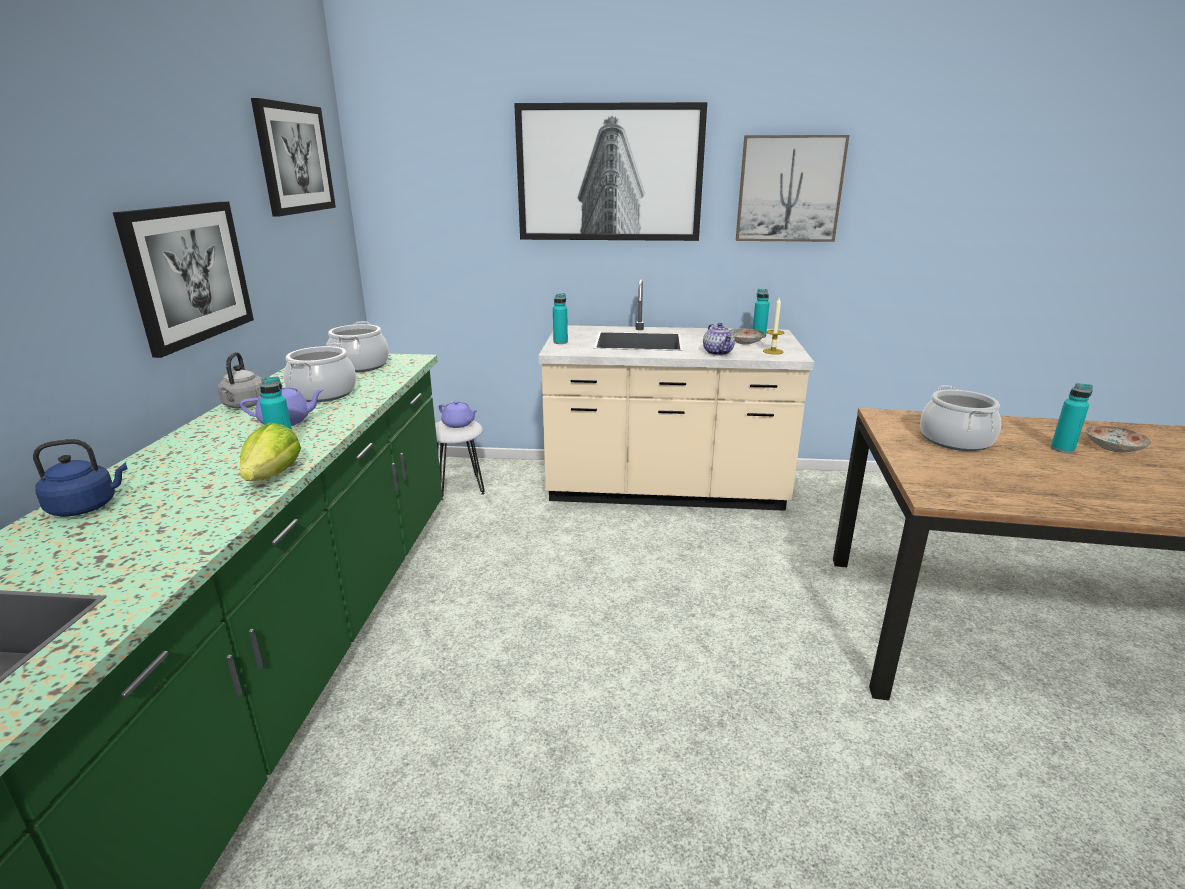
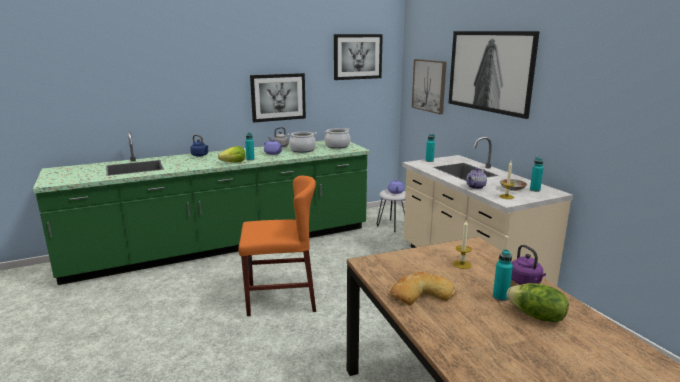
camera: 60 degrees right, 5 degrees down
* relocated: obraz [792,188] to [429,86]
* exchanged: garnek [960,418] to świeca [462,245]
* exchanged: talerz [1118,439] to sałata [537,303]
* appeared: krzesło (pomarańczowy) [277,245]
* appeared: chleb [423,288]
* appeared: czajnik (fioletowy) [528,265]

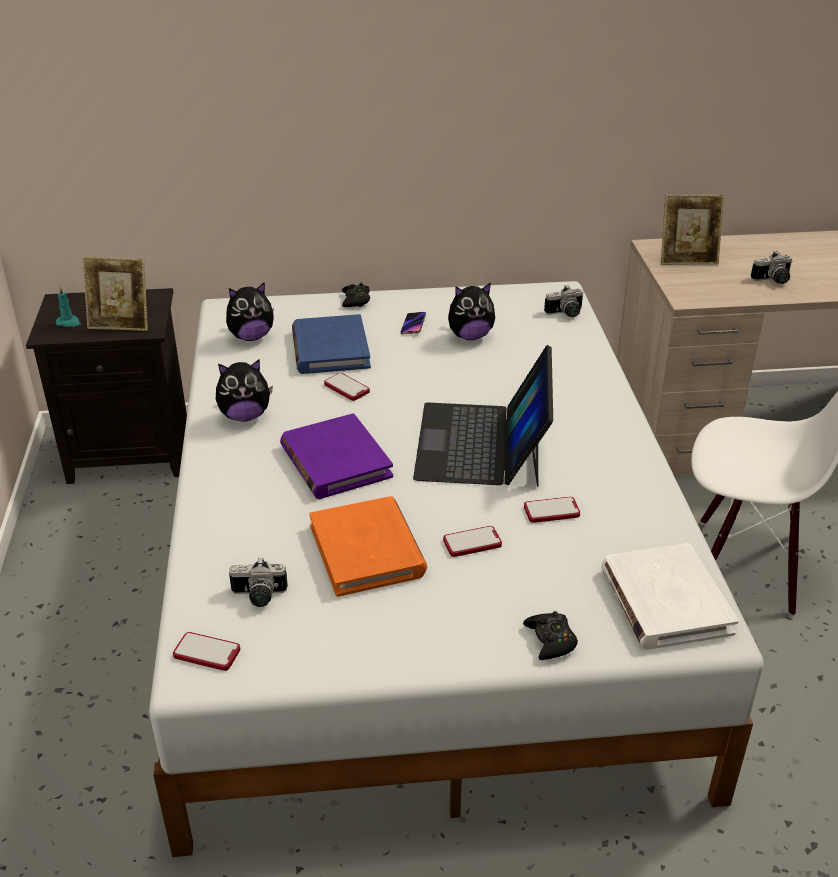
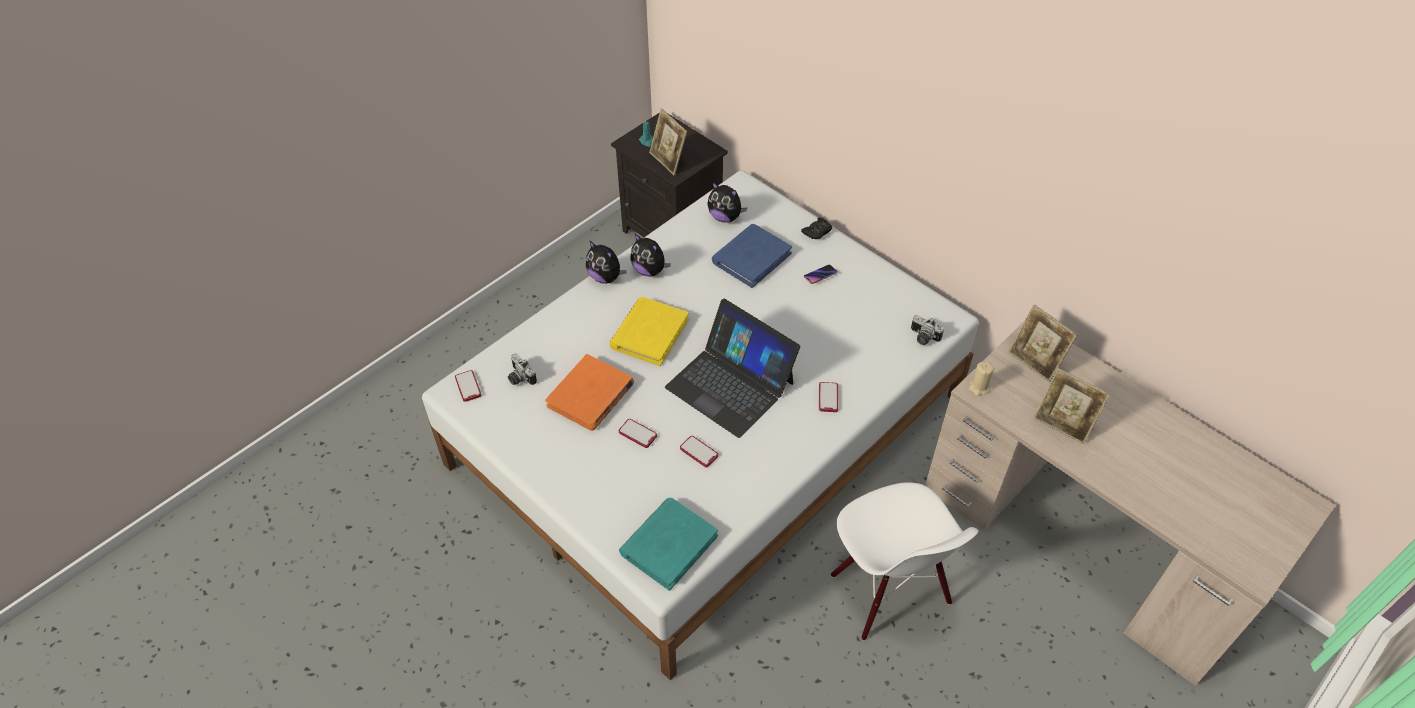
camera: 50 degrees right, 15 degrees up
* colour: książka (fioletowy) [336,456] to książka (żółty) [649,331]
* relocated: telefon [347,387] to [828,397]
* spun: laptop [483,416] = [732,368] 105 degrees counterclockwise
* relocated: pluszak [471,311] to [606,262]
* missing: pad do gier (czarny) [550,635]
* colour: książka (biały) [670,596] to książka (turkusowy) [668,544]
* exchanged: aparat fotograficzny [771,267] to ramka na zdjęcie [1071,406]
* appeared: świeca (beżowy) [981,378]

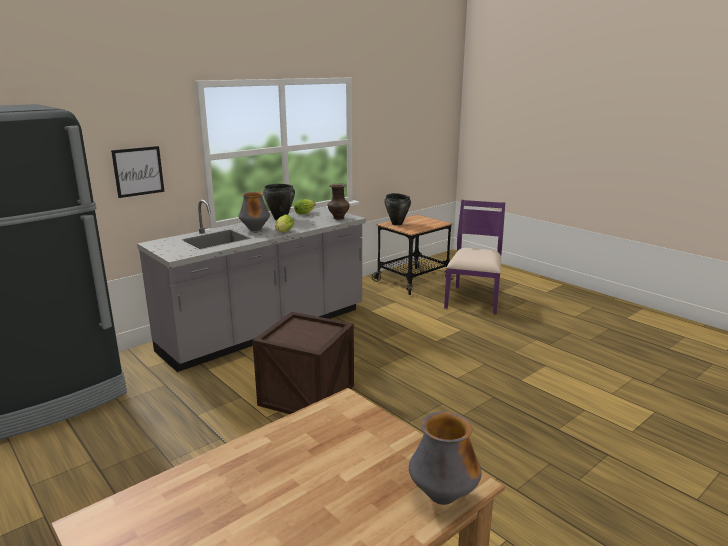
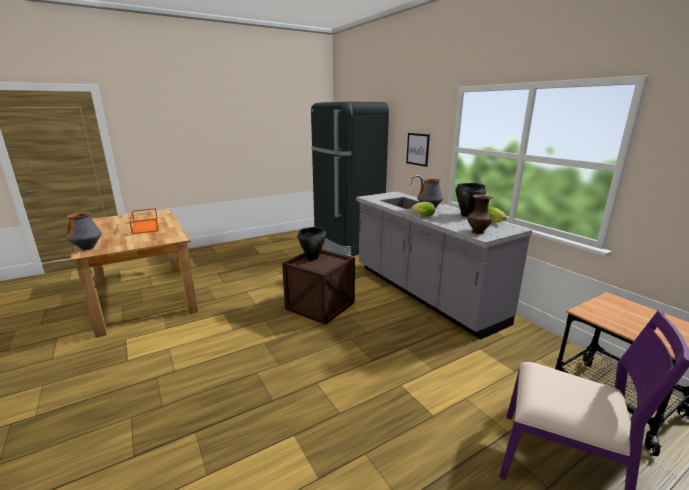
camera: 100 degrees right, 0 degrees up
* relocated: garnek (czarny) [397,209] to [311,243]
* appeared: taca (pomarańczowy) [144,221]

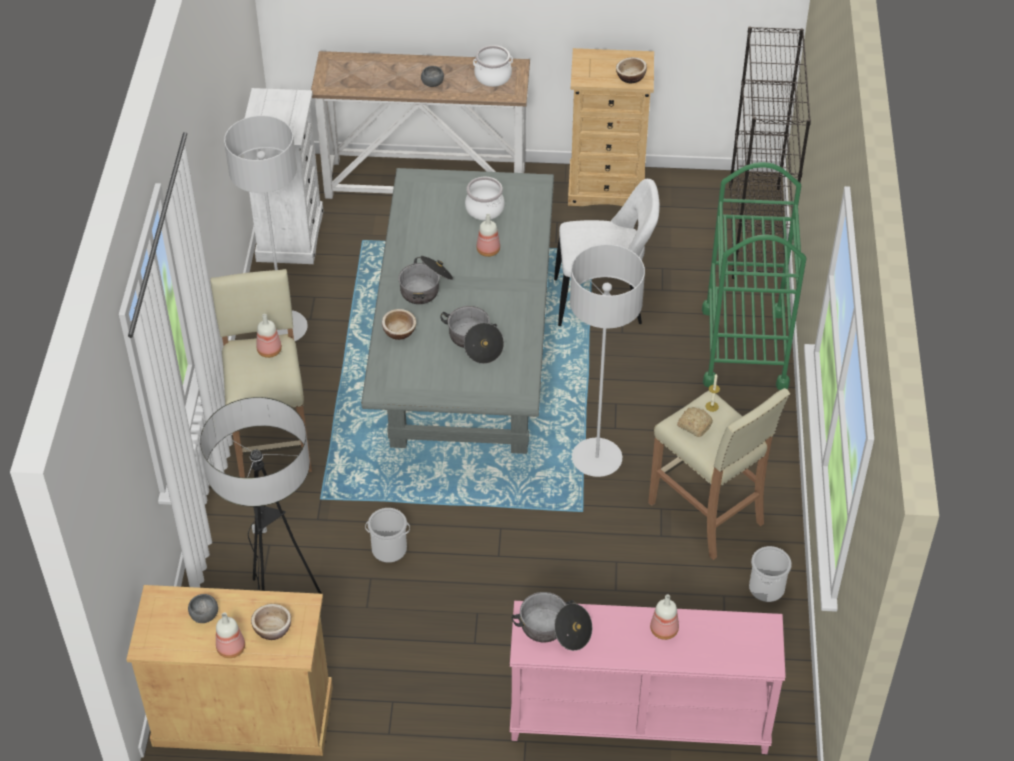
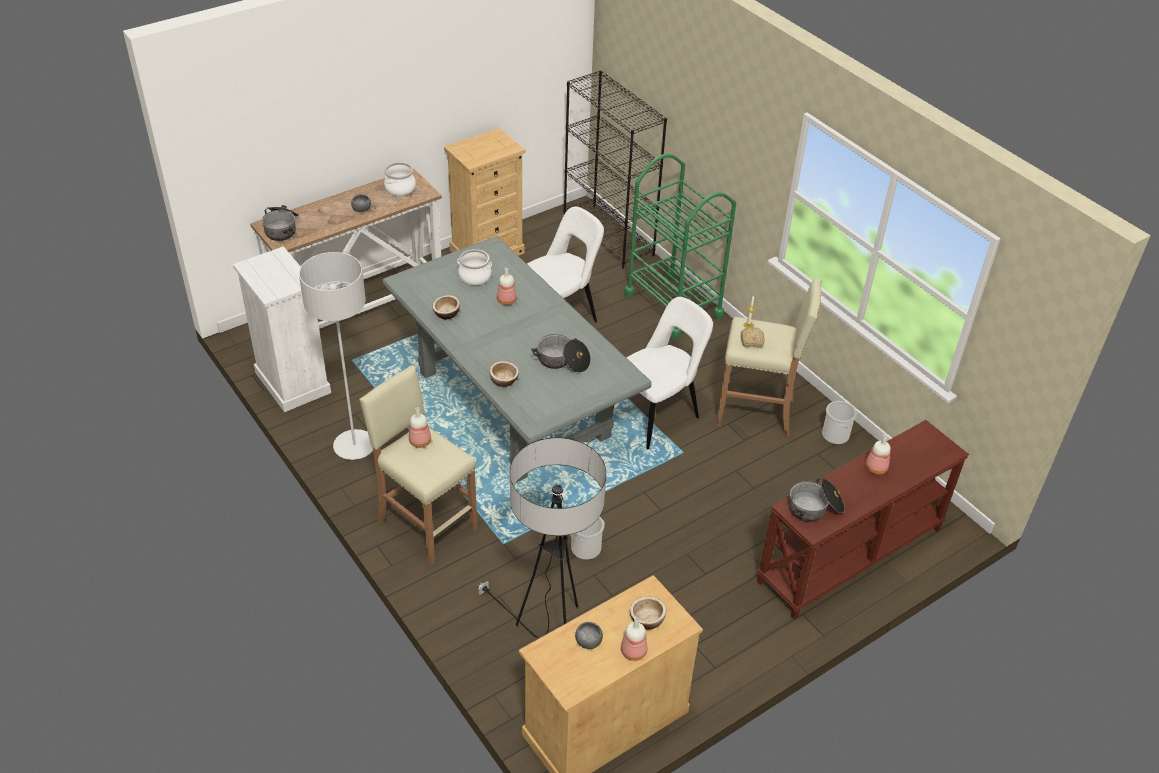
camera: 40 degrees left, 5 degrees down
* relocated: garnek [425,280] to [280,223]
* colour: stolik konsolowy (różowy) [648,677] to stolik konsolowy (brązowy) [863,519]
* exchanged: lampa stojąca (szary) [607,360] to krzesło (biały) [663,373]
* relocated: miska [631,70] to [446,307]

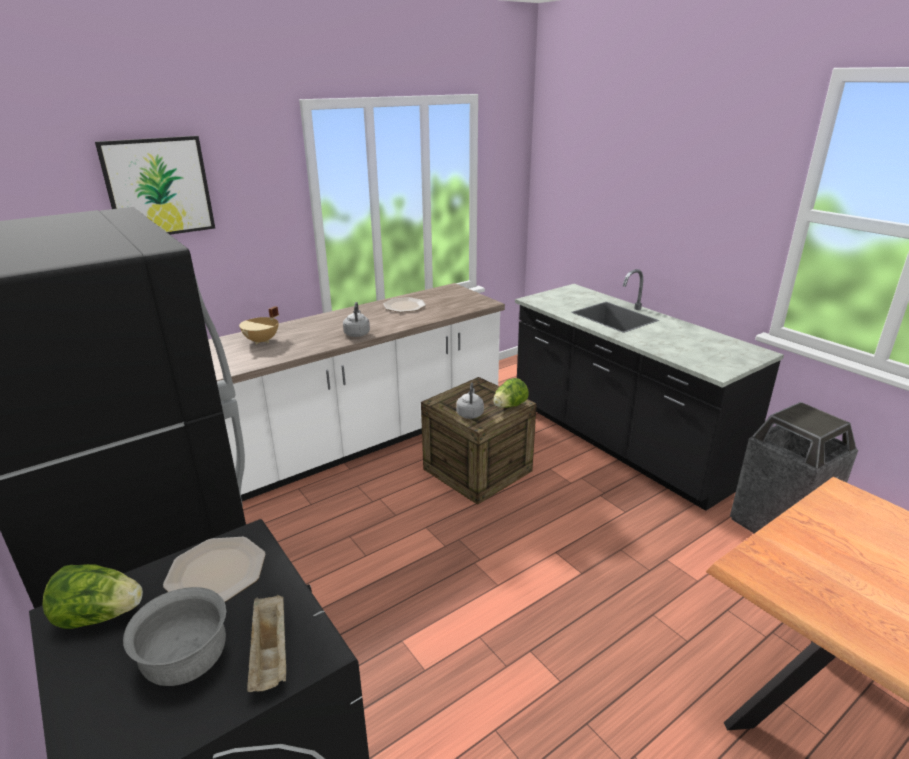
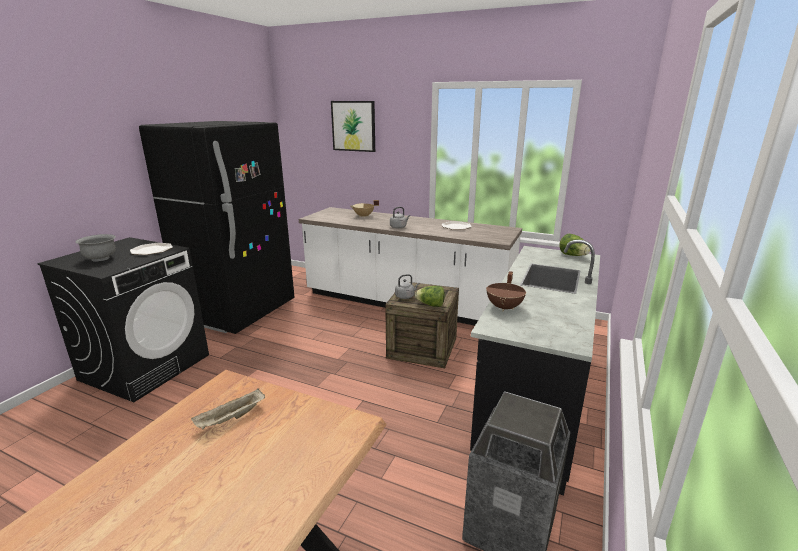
camera: 60 degrees right, 5 degrees down
* relocated: sałata [92,596] to [575,245]
* relocated: taca (beżowy) [266,643] to [228,408]
* appeared: garnek (brązowy) [506,291]

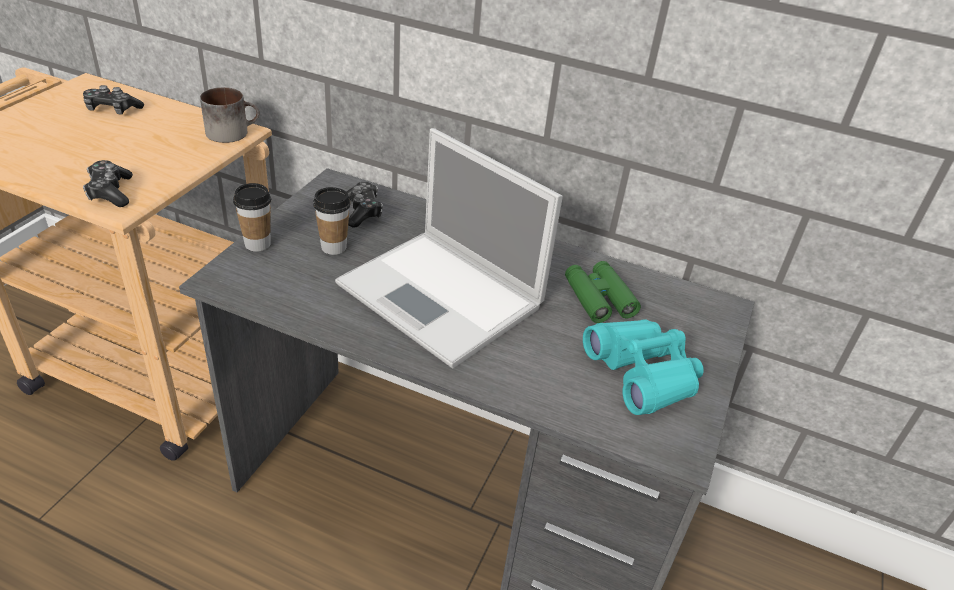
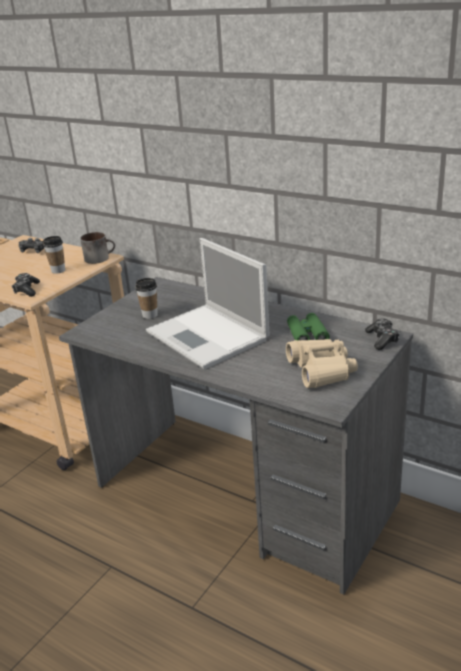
camera: 15 degrees right, 10 degrees down
* relocated: filiżanka [252,217] to [54,255]
* relocated: pad do gier [364,204] to [382,334]
* colour: lornetka (turkusowy) [643,367] to lornetka (beżowy) [322,363]

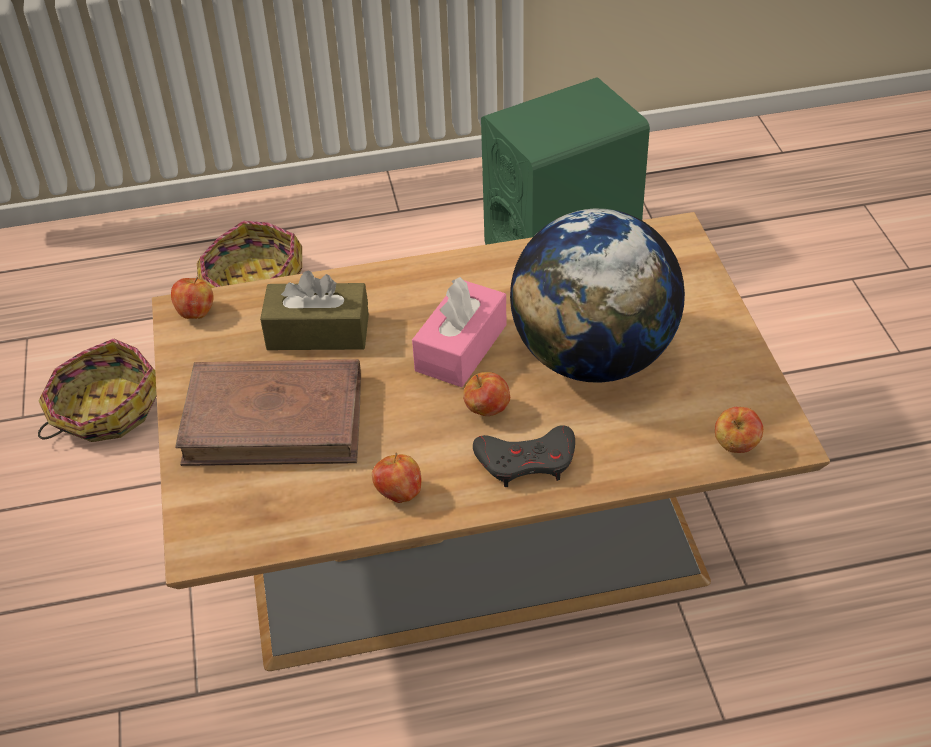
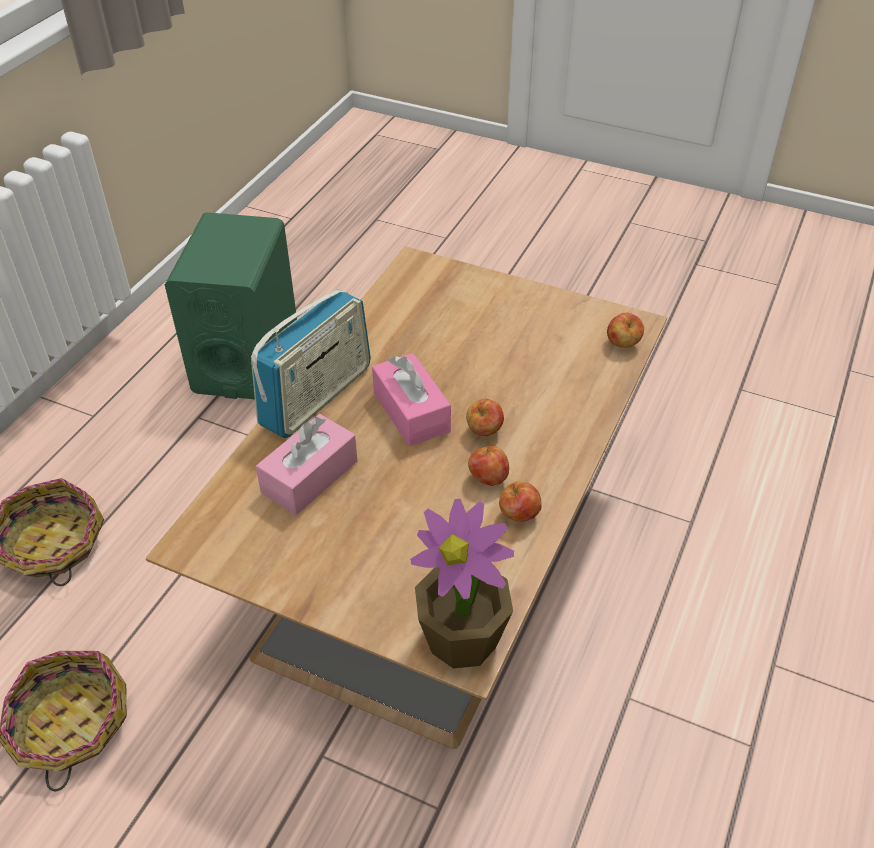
camera: 55 degrees left, 0 degrees up
* relocated: jabłko [192,298] to [488,465]
* missing: książka (brązowy) [268,412]
* colour: pudełko chusteczek (brązowy) [314,310] to pudełko chusteczek (różowy) [307,464]
* missing: pad do gier (szary) [524,456]
* missing: globus [597,296]
* appeared: radio [311,363]
* appeared: roślina doniczkowa [462,583]

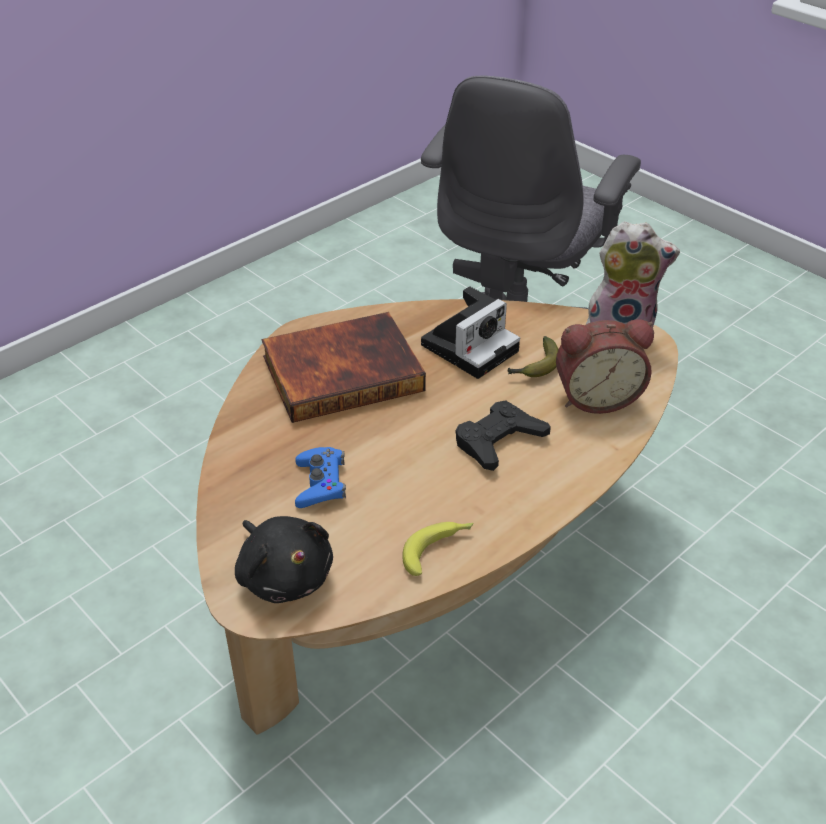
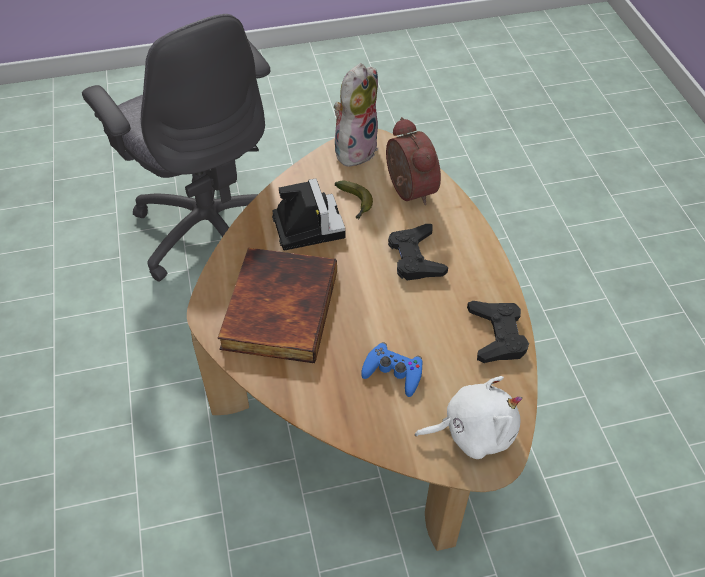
camera: 60 degrees left, 10 degrees up
* colour: pluszak (czarny) [284,559] to pluszak (biały) [468,417]
* exchanged: banan [437,549] to pad do gier (czarny) [498,332]
* spun: budzik [605,367] = [413,161] 45 degrees counterclockwise

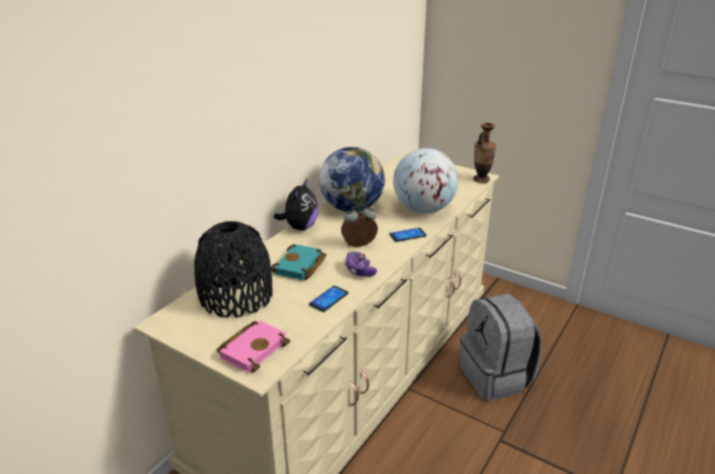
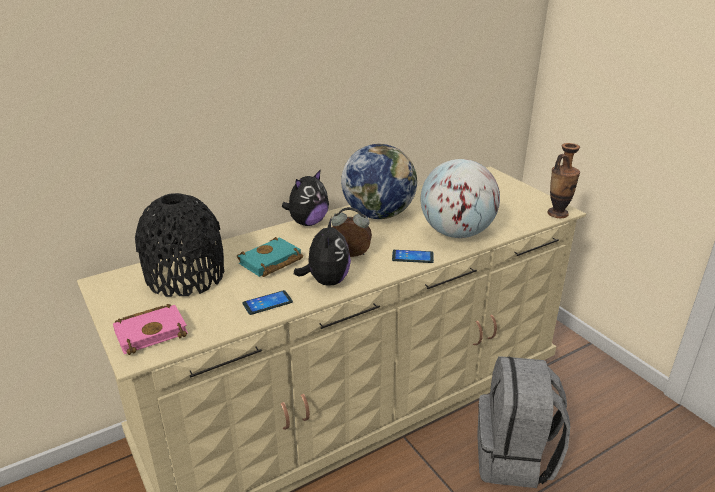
camera: 25 degrees right, 0 degrees up
* exchanged: pad do gier [361,264] to pluszak [322,251]

